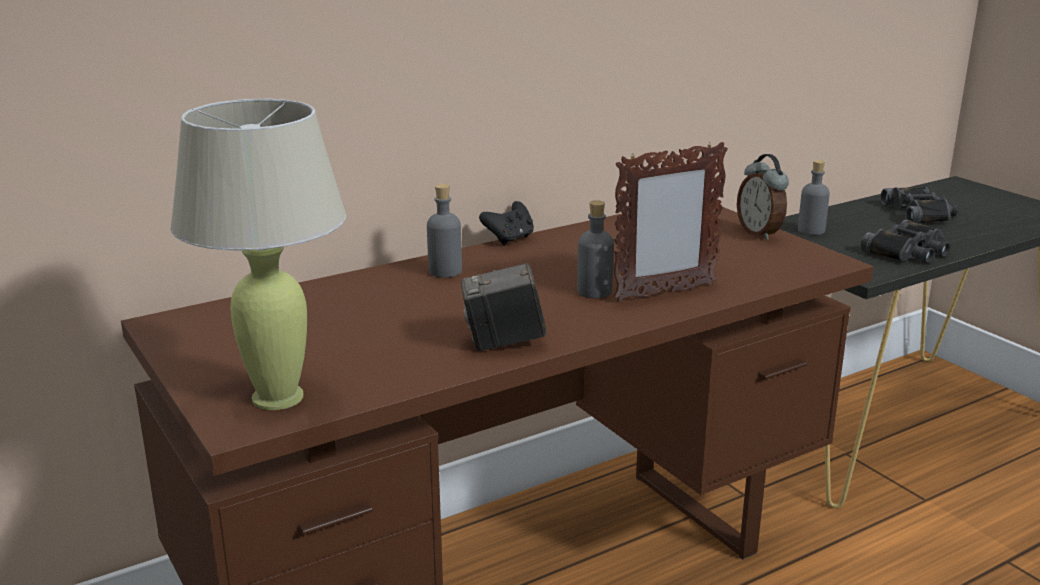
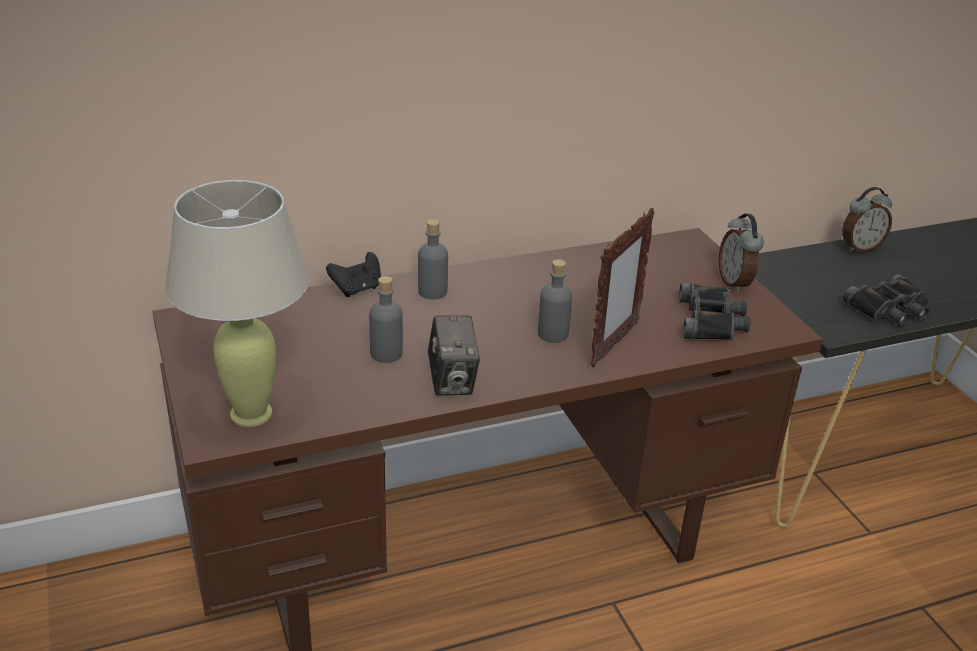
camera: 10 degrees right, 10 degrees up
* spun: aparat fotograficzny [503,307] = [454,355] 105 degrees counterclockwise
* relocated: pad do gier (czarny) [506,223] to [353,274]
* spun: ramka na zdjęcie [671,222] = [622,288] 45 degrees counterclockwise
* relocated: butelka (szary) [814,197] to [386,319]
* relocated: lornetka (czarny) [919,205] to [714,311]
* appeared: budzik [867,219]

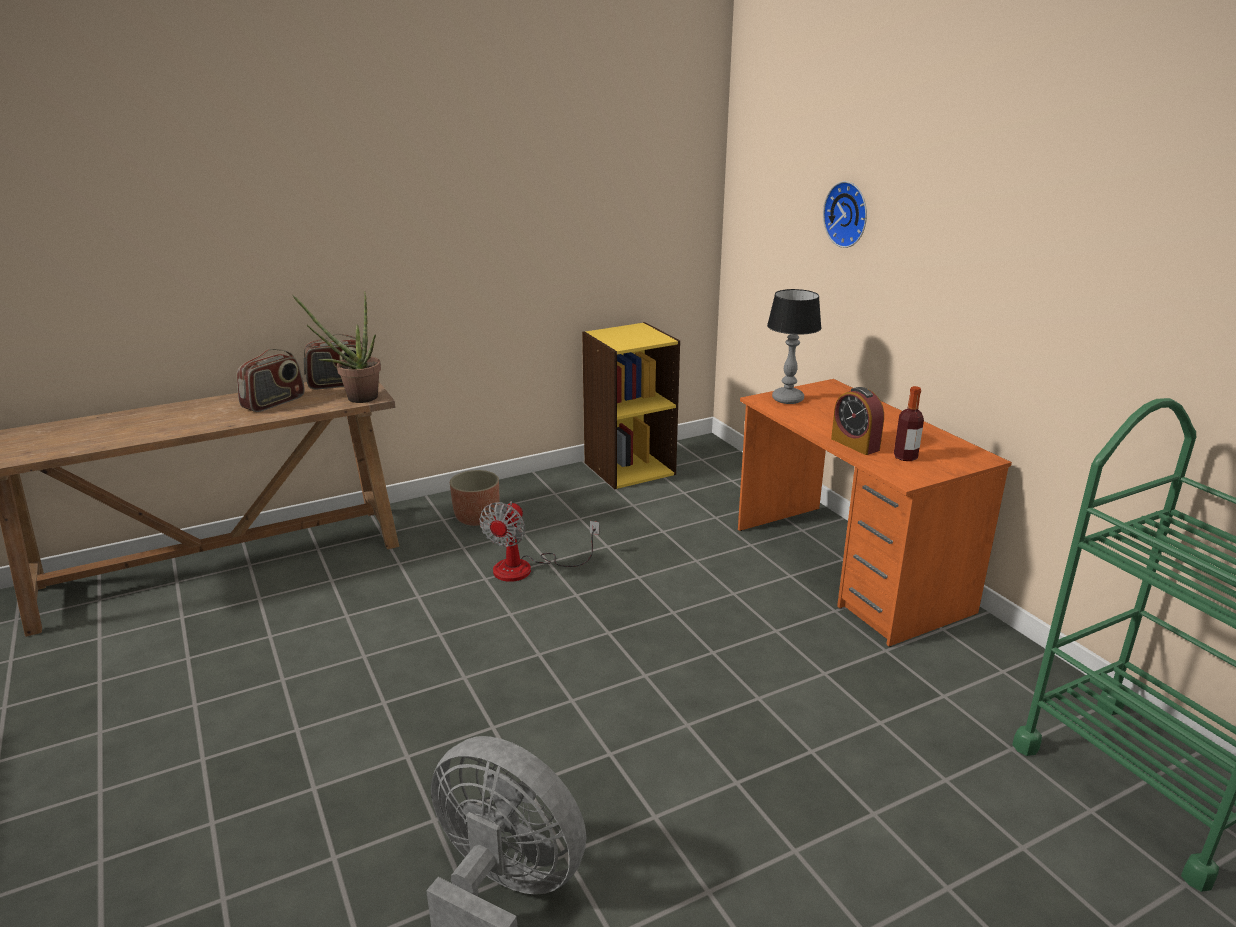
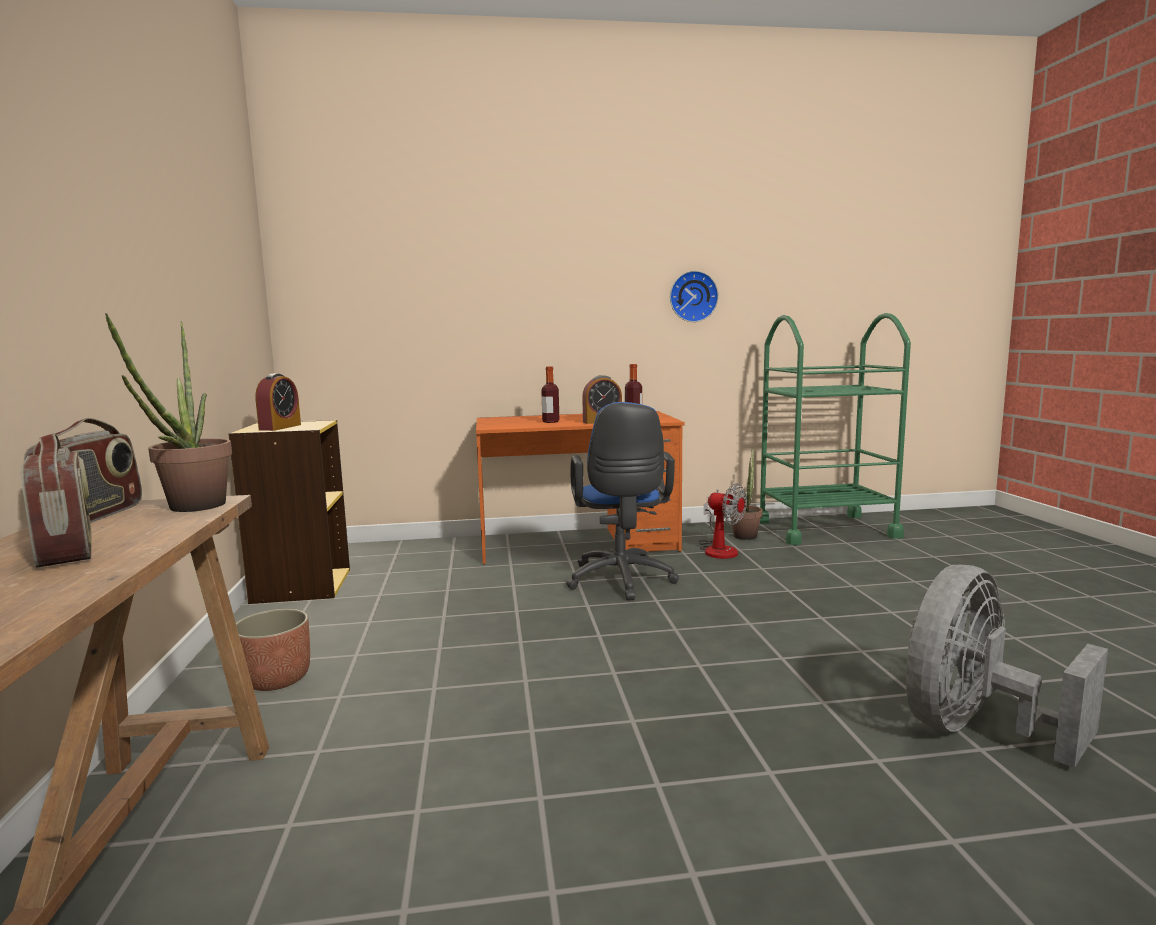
camera: 70 degrees left, 15 degrees down
* relocated: wentylator [539,541] to [722,521]
* missing: lampa stołowa [794,346]
* relocated: zegar ścienny [845,214] to [694,296]
* appeared: budzik [278,402]
* appeared: butelka [550,394]
* appeared: krzesło biurowe (niebieski) [622,501]
* appeared: roślina doniczkowa [746,493]

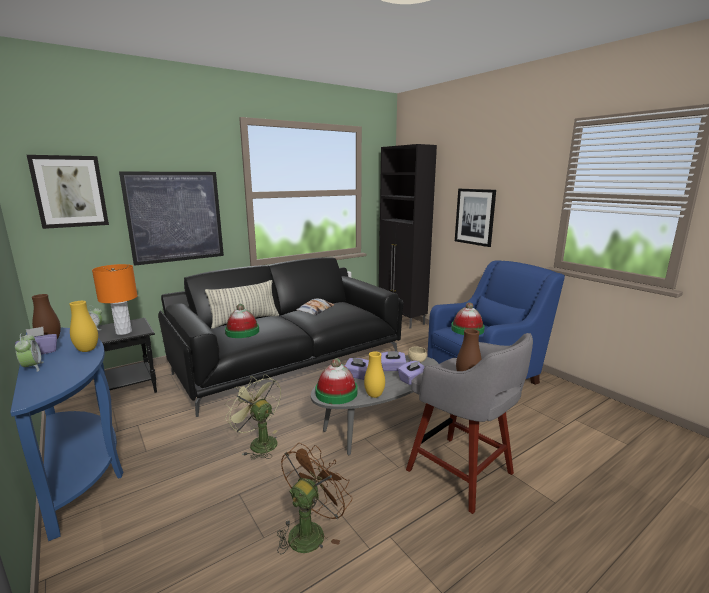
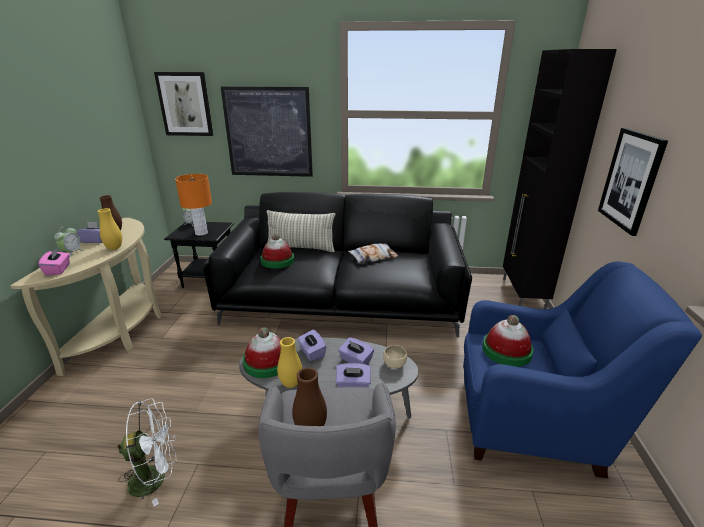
camera: 40 degrees right, 10 degrees up
* colour: stolik konsolowy (niebieski) [66,434] to stolik konsolowy (beżowy) [85,297]
* missing: wentylator (zielony) [253,416]
* colour: wentylator (brązowy) [314,499] to wentylator (biały) [146,452]
* appeared: pudełko chusteczek (różowy) [54,261]

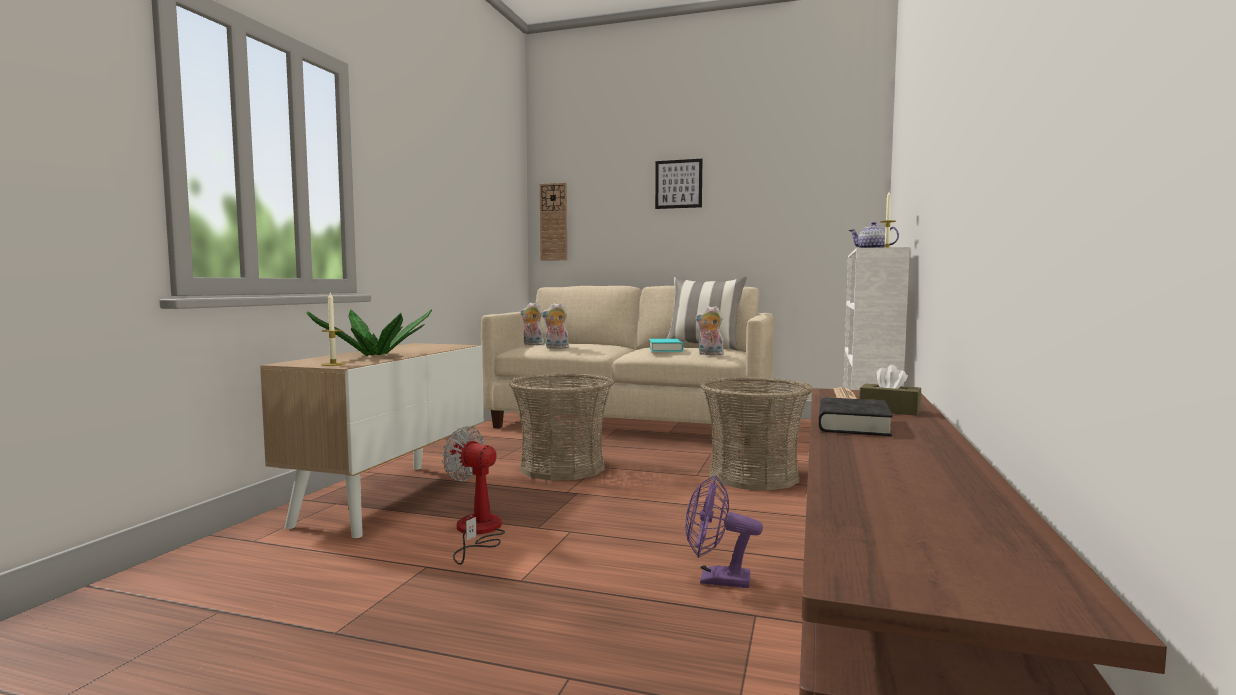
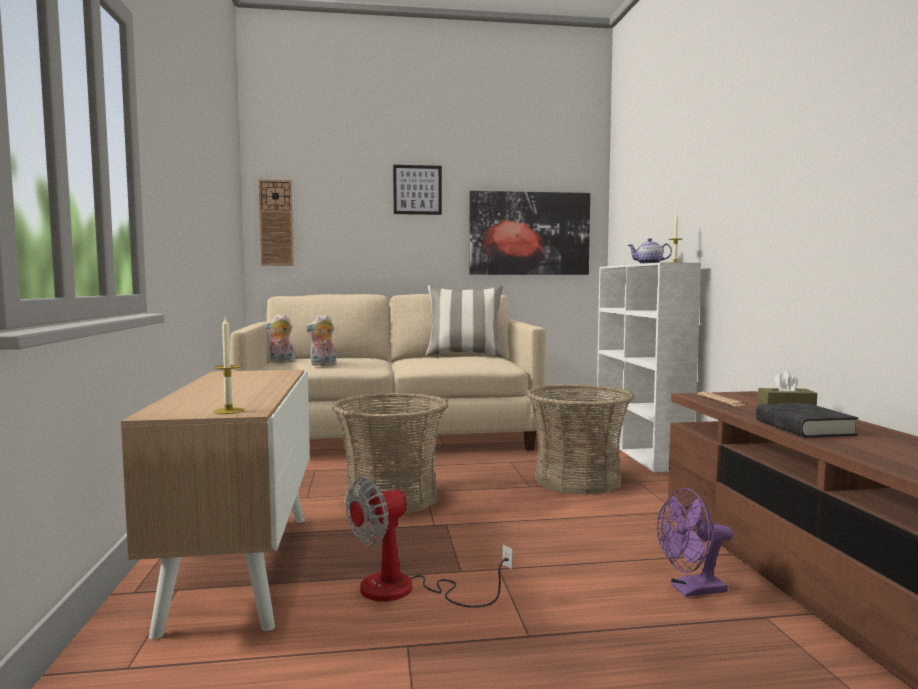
camera: 25 degrees left, 0 degrees up
* missing: roślina doniczkowa [369,332]
* spun: wentylator [473,495] = [429,542] 45 degrees counterclockwise
* missing: książka (turkusowy) [666,345]
* missing: pluszak [709,330]
* appeared: obraz [529,233]

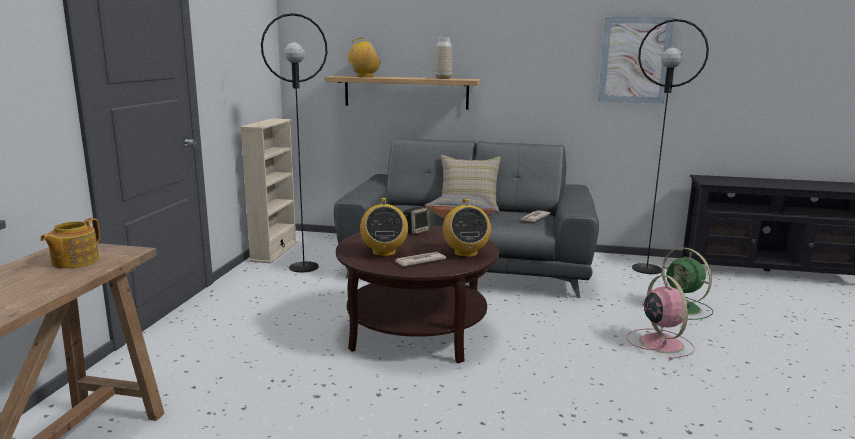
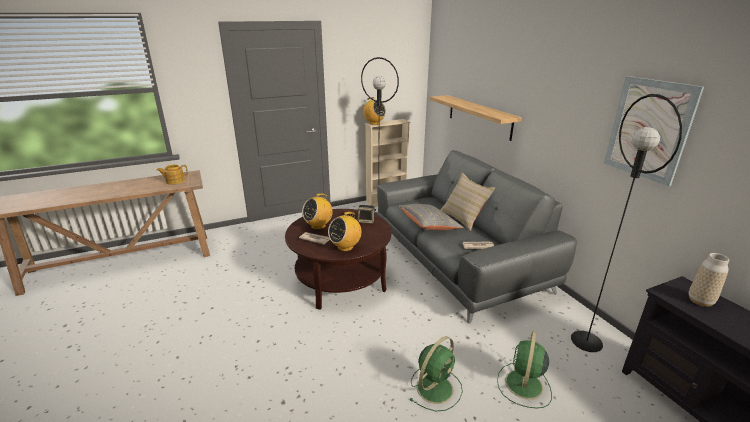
camera: 55 degrees right, 10 degrees up
* relocated: radio [364,57] to [374,111]
* relocated: wazon [443,58] to [709,280]
* colour: wentylator (różowy) [661,317] to wentylator (zielony) [436,374]

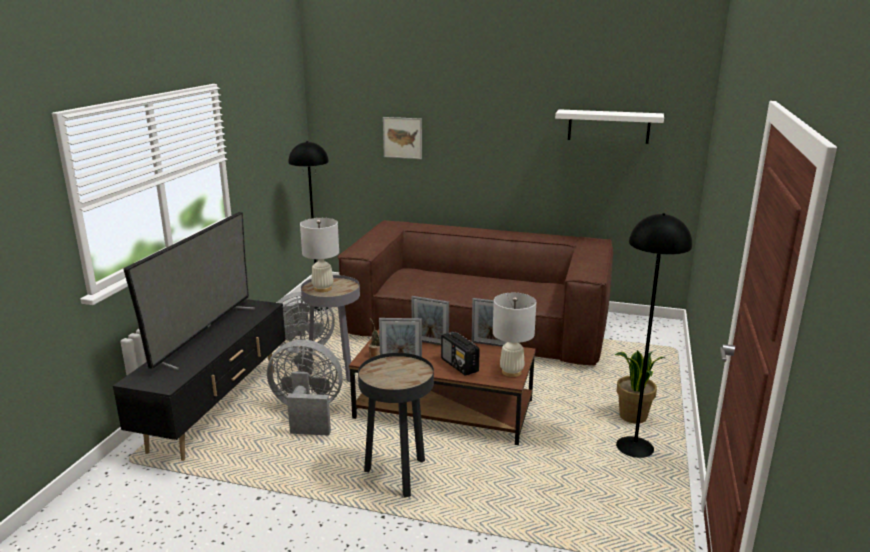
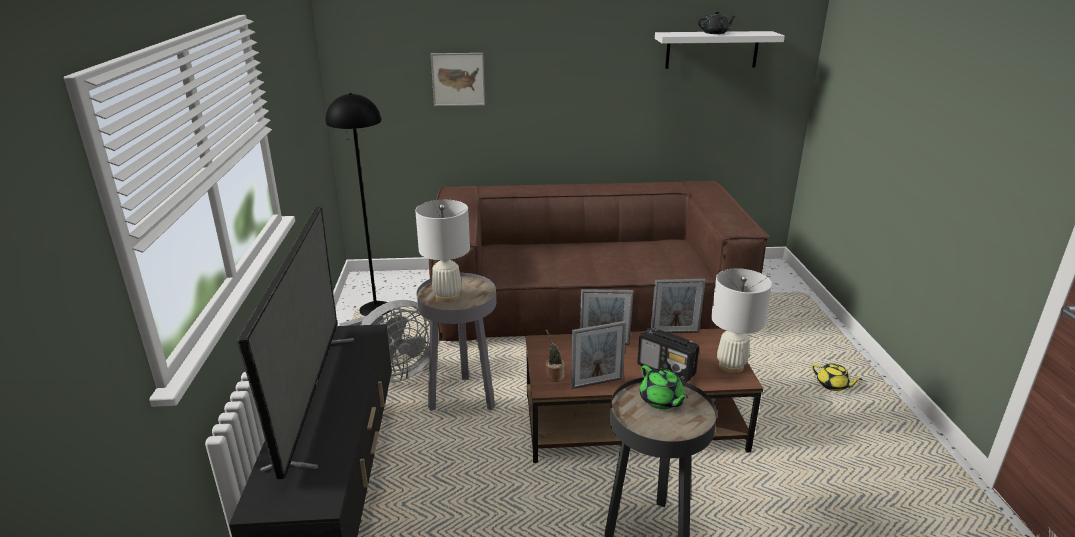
camera: 20 degrees left, 5 degrees up
* missing: wentylator (szary) [305,388]
* exchanged: roślina doniczkowa [640,387] to imbryk (żółty) [837,377]
* missing: lampa stojąca (czarny) [654,335]
* appeared: imbryk (zielony) [664,387]
* appeared: imbryk (czarny) [717,22]

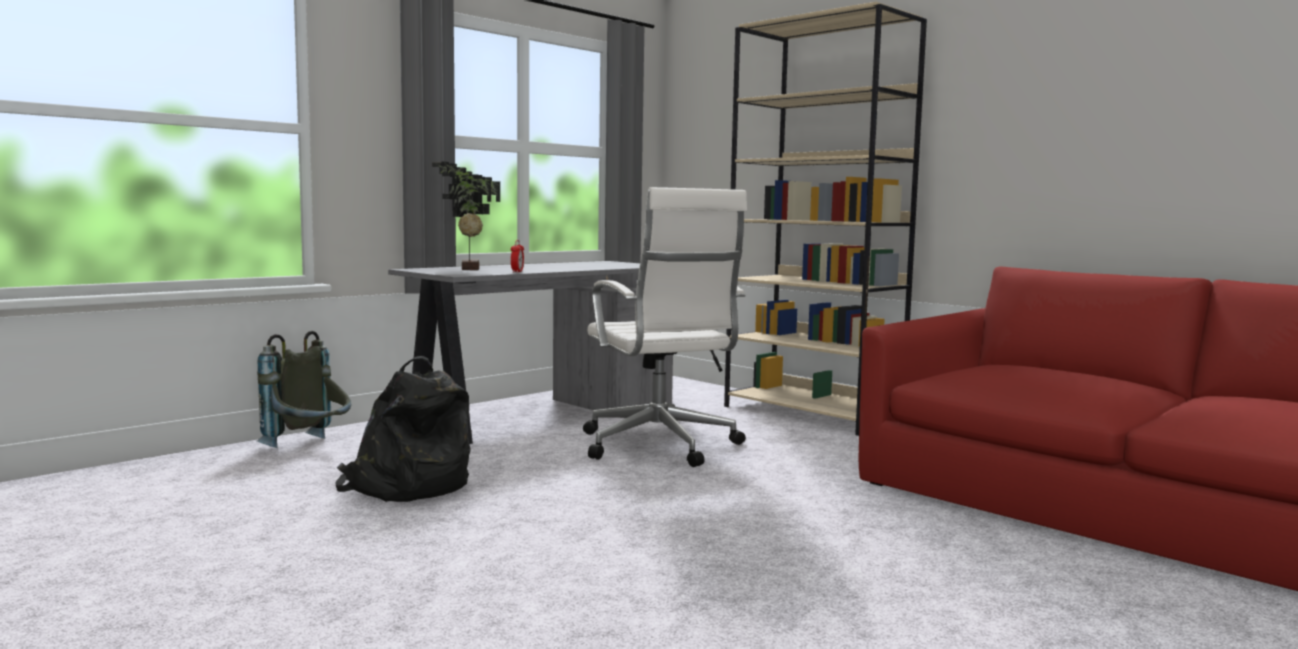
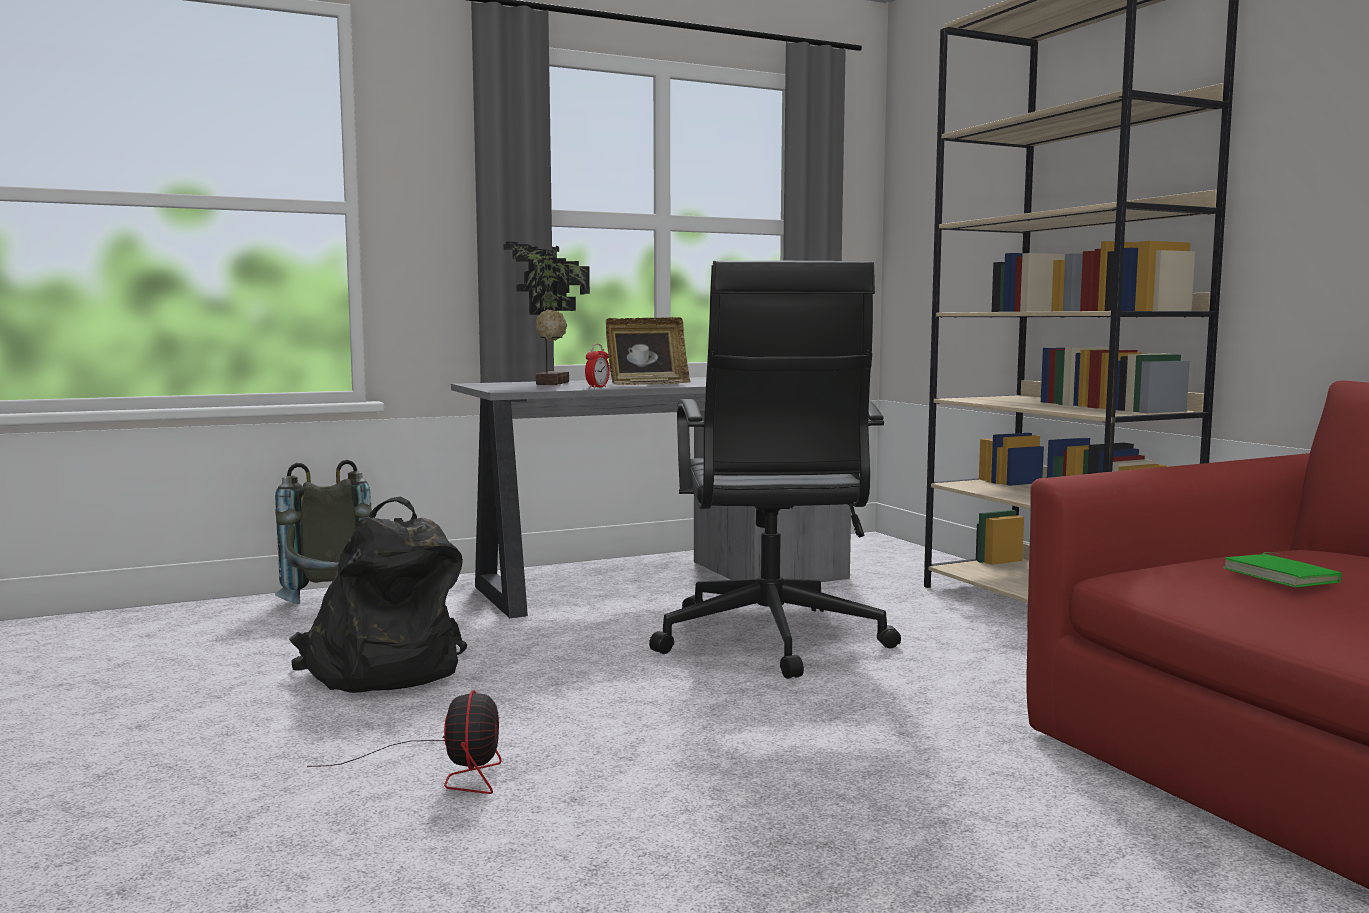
camera: 20 degrees right, 0 degrees up
* colour: krzesło biurowe (biały) [665,327] to krzesło biurowe (czarny) [775,470]
* appeared: wentylator [404,742]
* appeared: ramka na zdjęcie [648,351]
* appeared: książka (zielony) [1282,569]

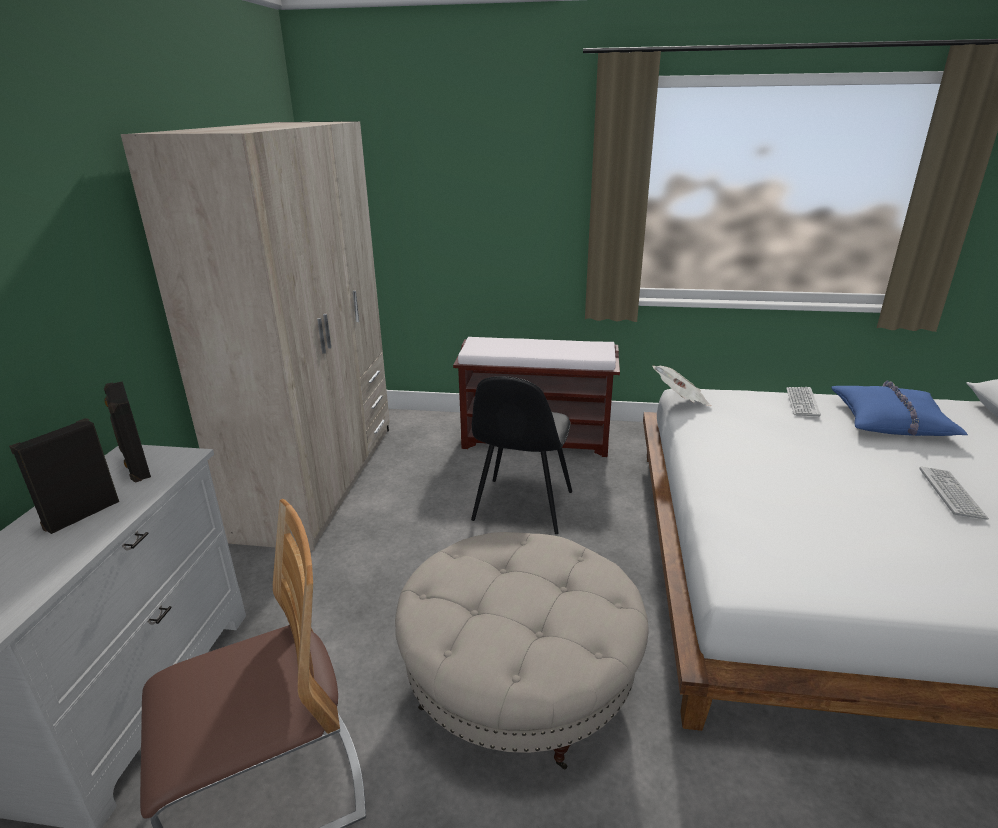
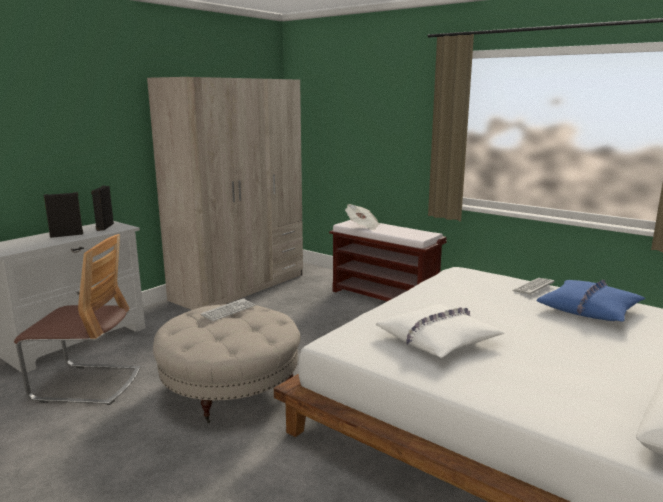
camera: 30 degrees right, 10 degrees down
* missing: krzesło (czarny) [521,455]
* relocated: gazeta [681,385] to [362,217]
* relocated: klawiatura [954,493] to [228,309]
* appeared: poduszka (biały) [440,331]

